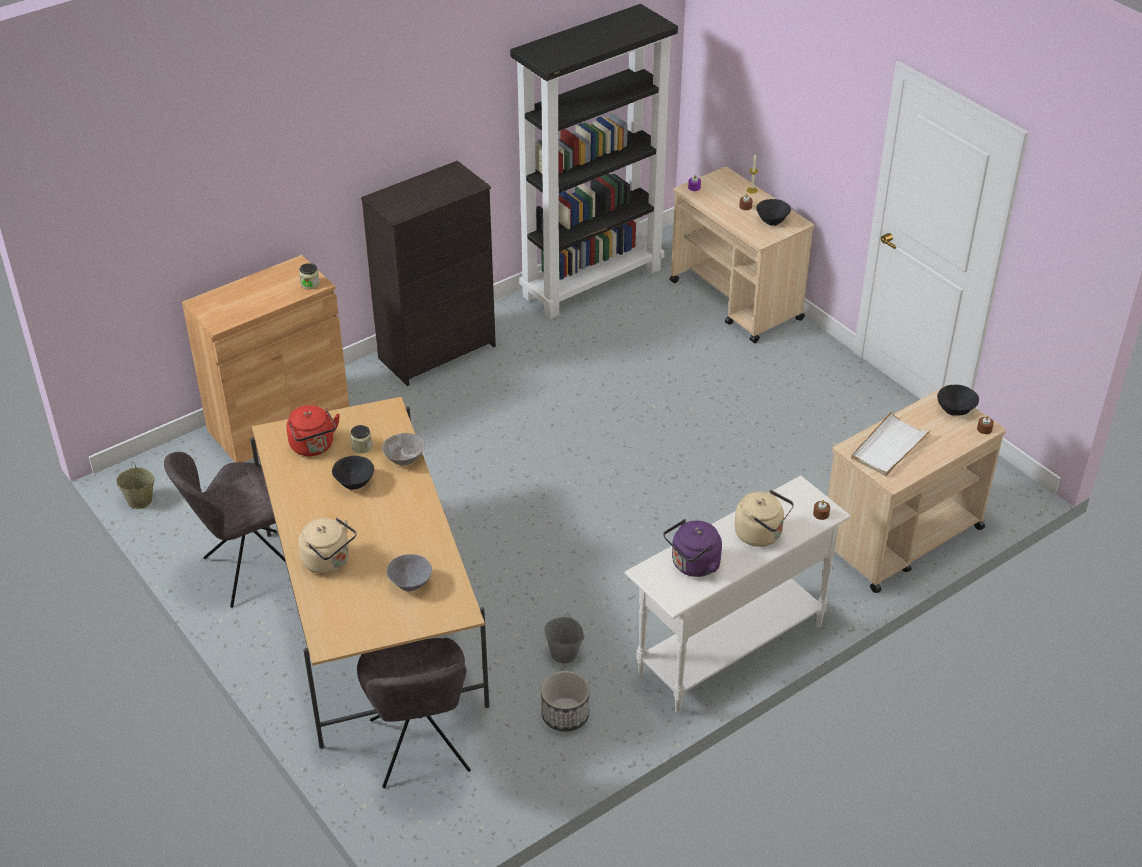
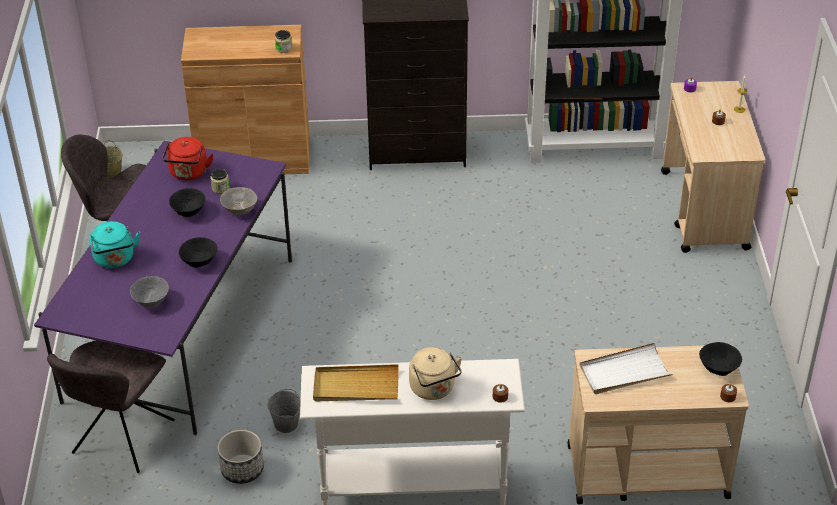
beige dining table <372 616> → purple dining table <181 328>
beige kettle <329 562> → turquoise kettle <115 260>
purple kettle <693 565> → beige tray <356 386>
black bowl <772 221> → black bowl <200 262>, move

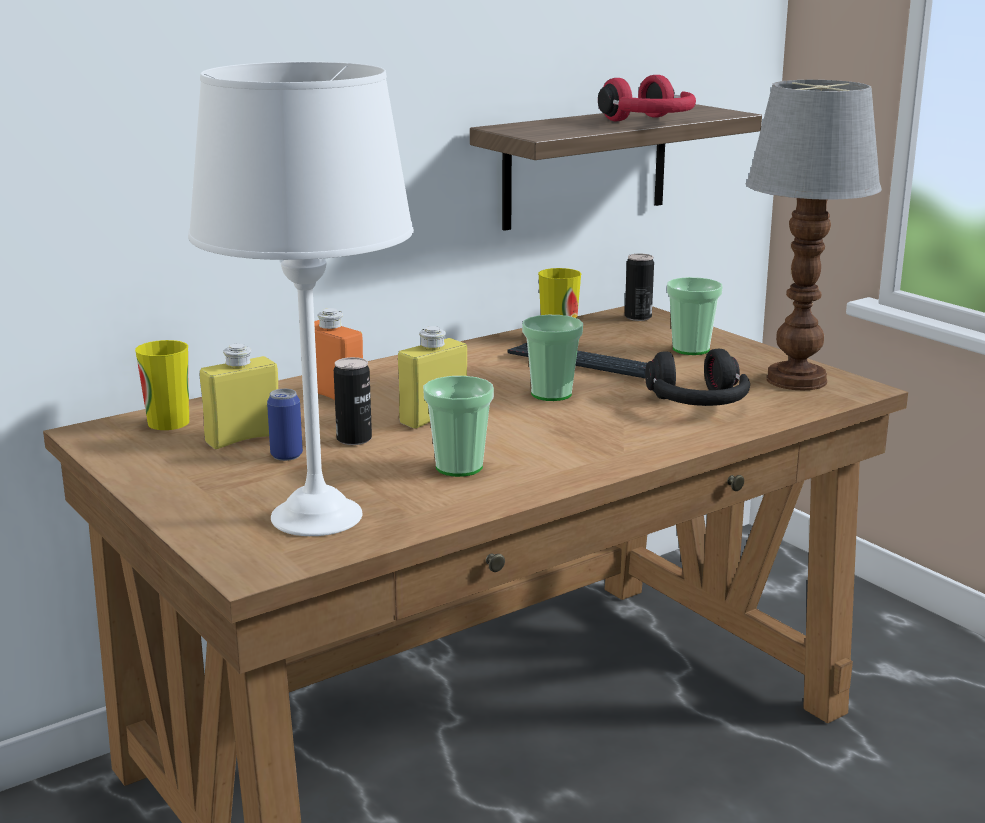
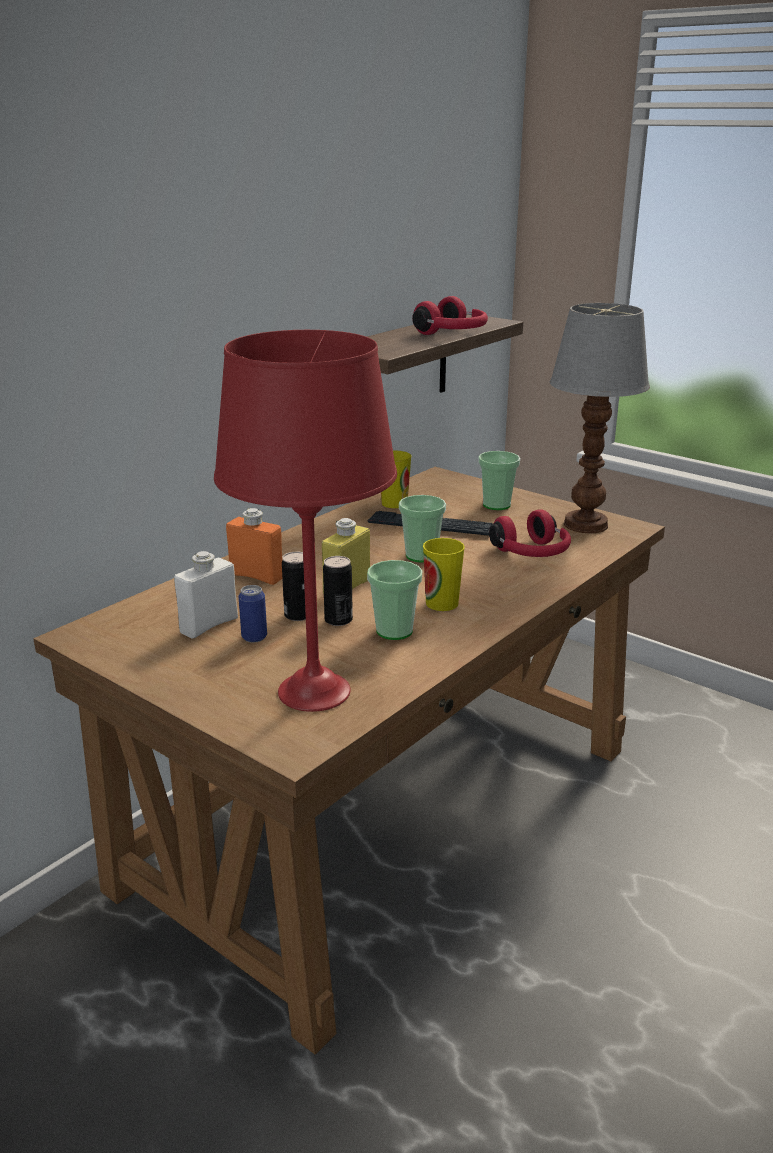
cup <168 422> → cup <442 603>, move
white table lamp <318 516> → red table lamp <315 691>
yellow bottle <243 438> → white bottle <209 625>
can <638 317> → can <338 620>, move
black headphones <698 405> → red headphones <532 553>

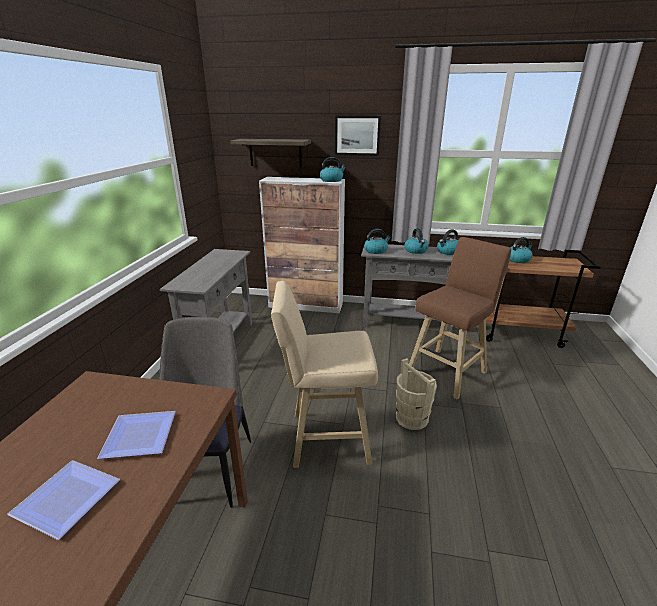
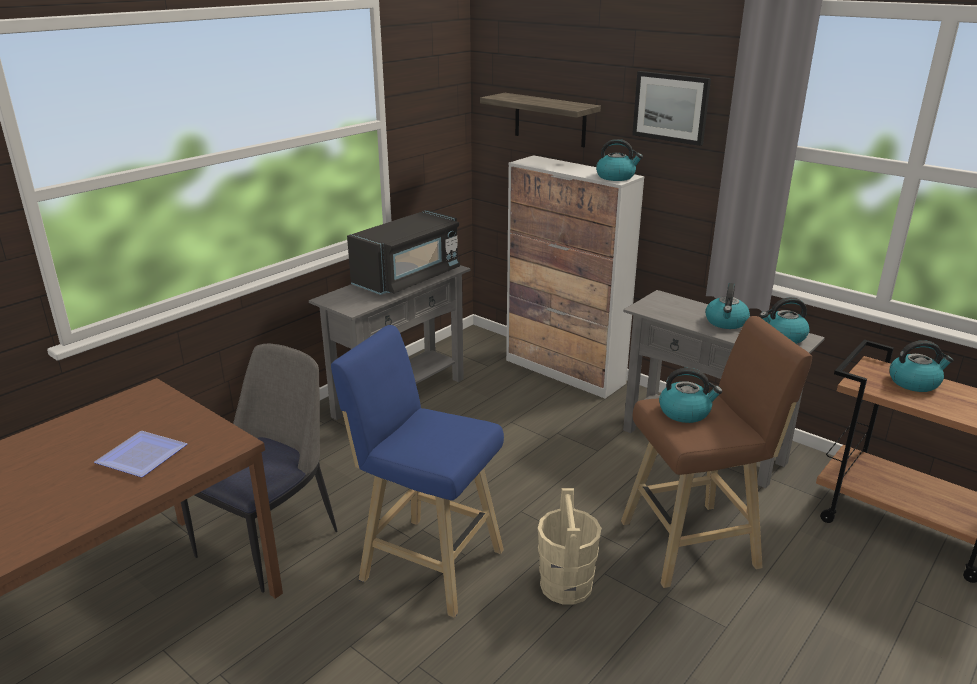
plate <68 496> → -
beige stool <325 438> → blue stool <426 562>
kettle <376 250> → kettle <685 412>, move
- → black microwave <408 278>

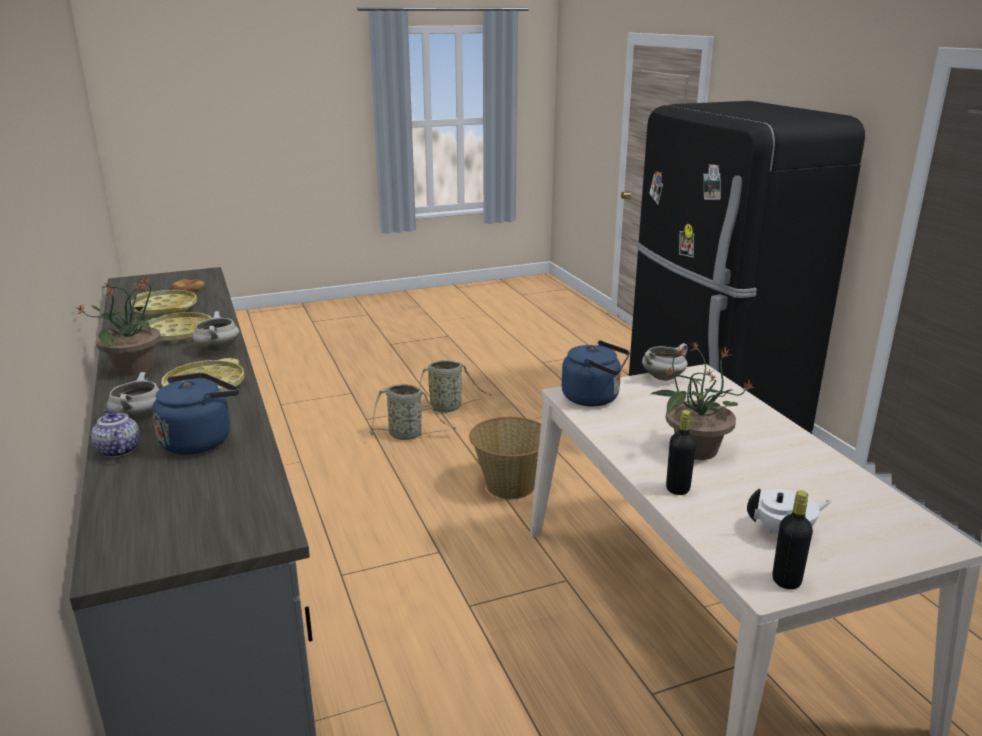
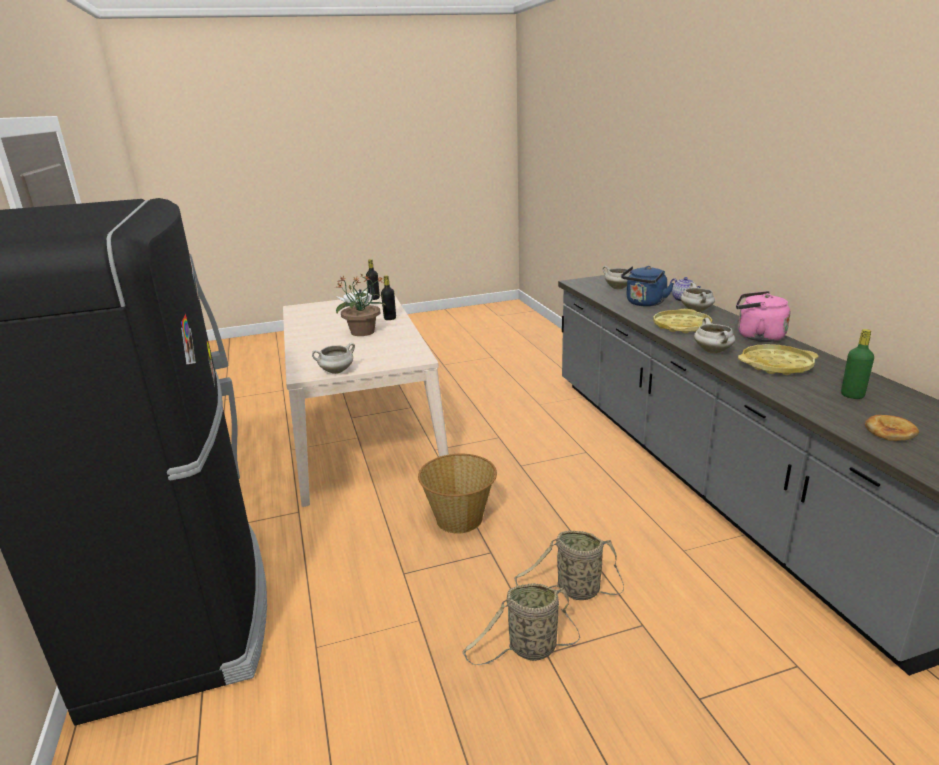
potted plant <135 368> → pink kettle <757 336>
yellow tray <165 308> → green bottle <852 395>
blue kettle <594 398> → -
- → white cooking pot <618 288>

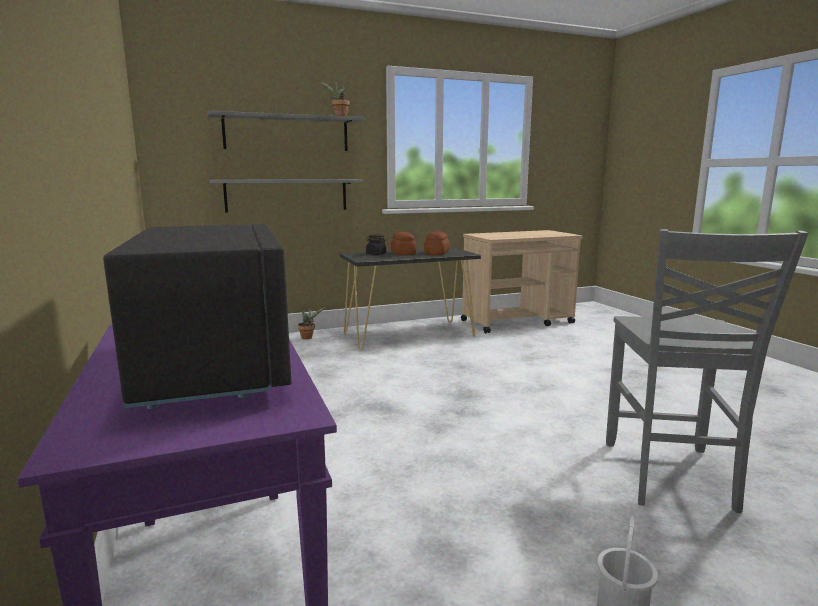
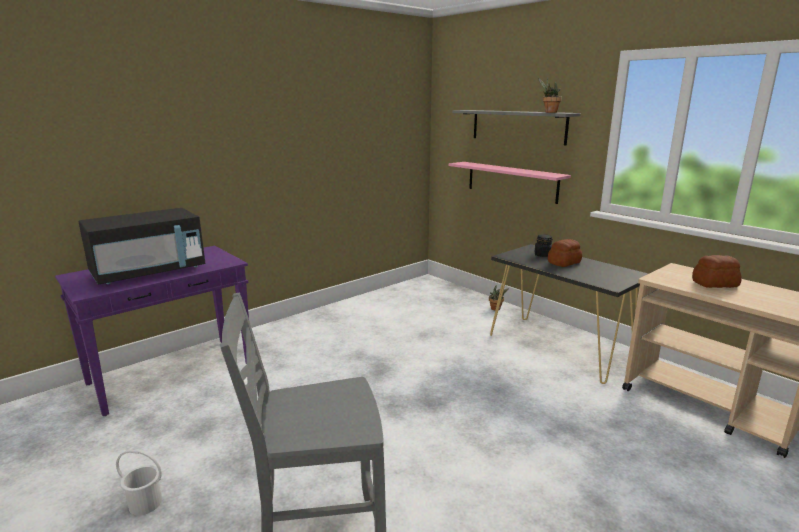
grey shelf <287 195> → pink shelf <511 181>
bread <436 253> → bread <714 284>, move

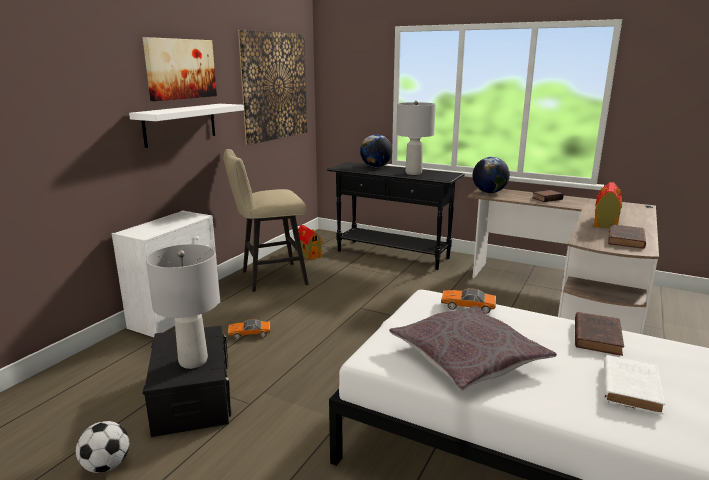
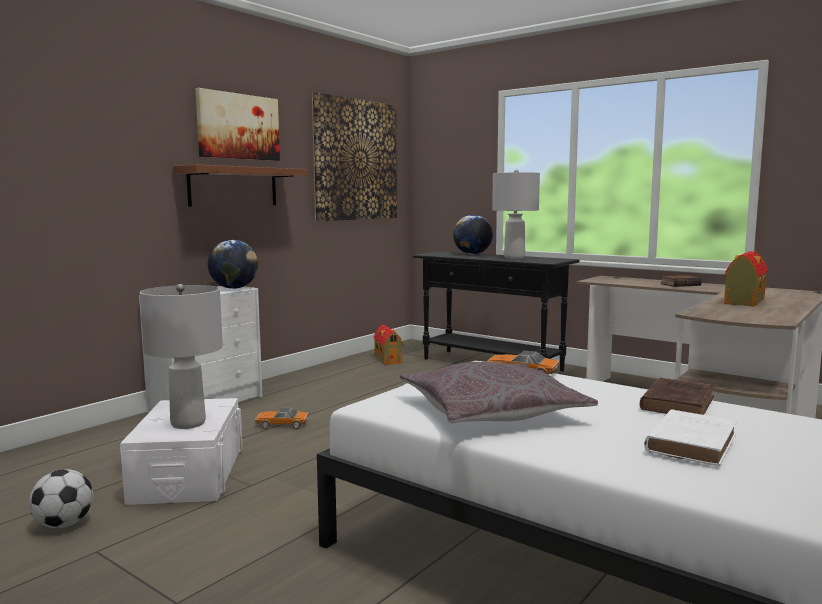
white shelf <180 124> → brown shelf <233 187>
black storage box <191 396> → white storage box <188 474>
beige stool <269 278> → -
globe <489 192> → globe <234 288>, move
brown book <626 240> → -

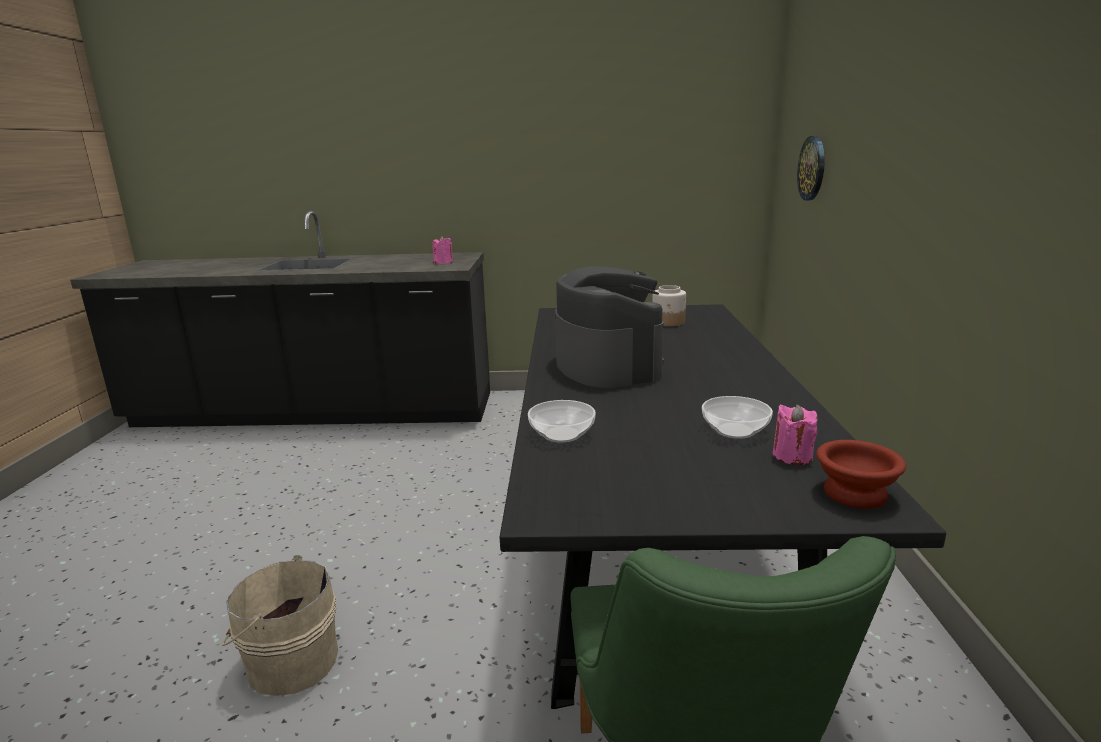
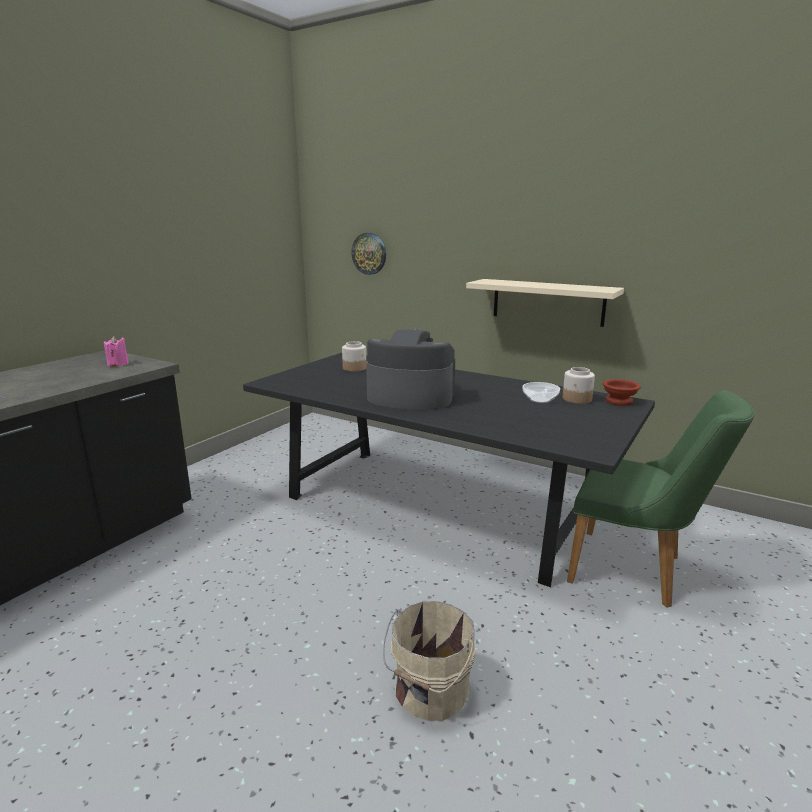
bowl <563 435> → -
pink candle <792 456> → jar <577 399>
- → beige shelf <547 302>

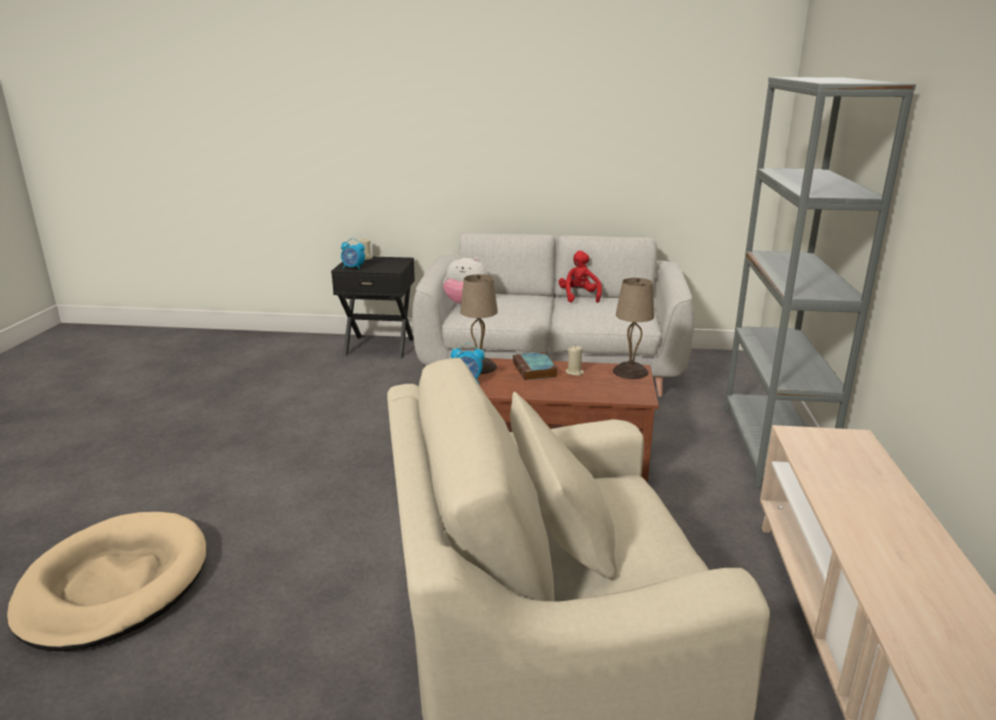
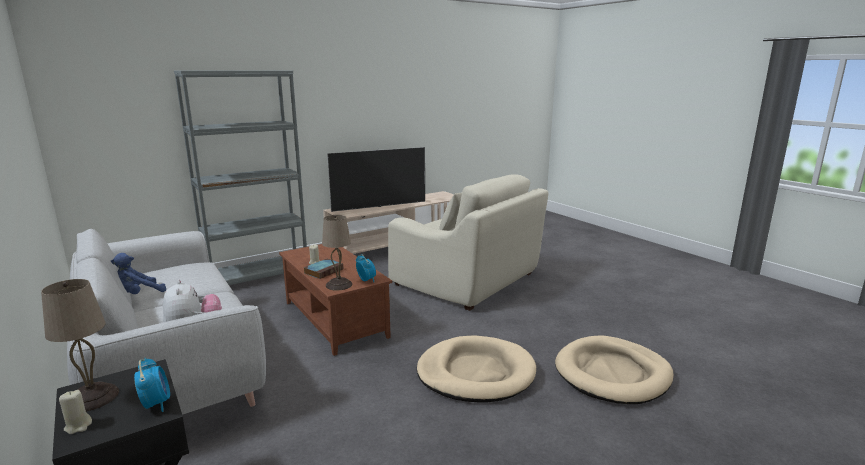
red plush toy <579 297> → blue plush toy <138 295>
beige table lamp <630 372> → beige table lamp <94 397>, move
- → television <379 206>
- → beige dog bed <475 373>

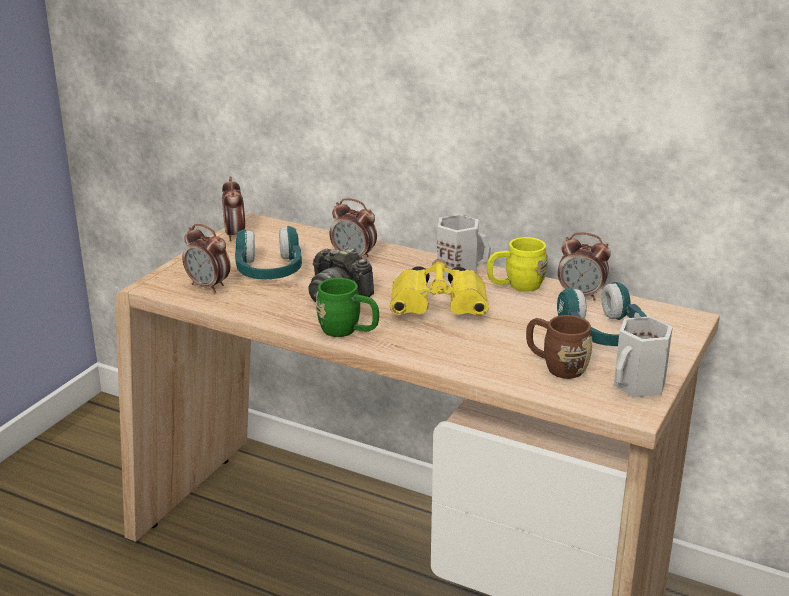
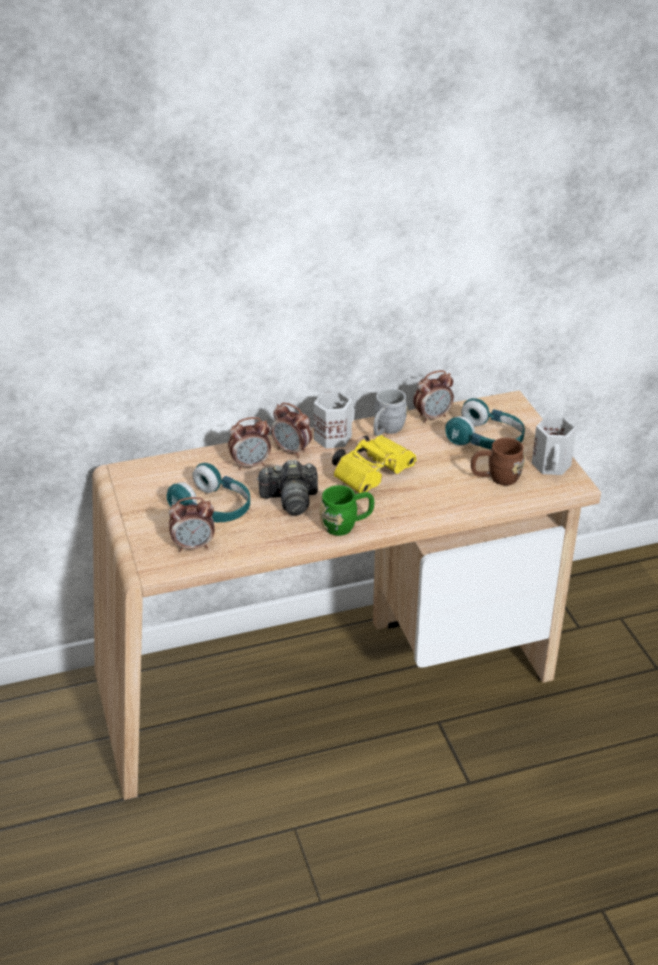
alarm clock <235 235> → alarm clock <292 451>, move
yellow mug <516 286> → grey mug <386 430>

